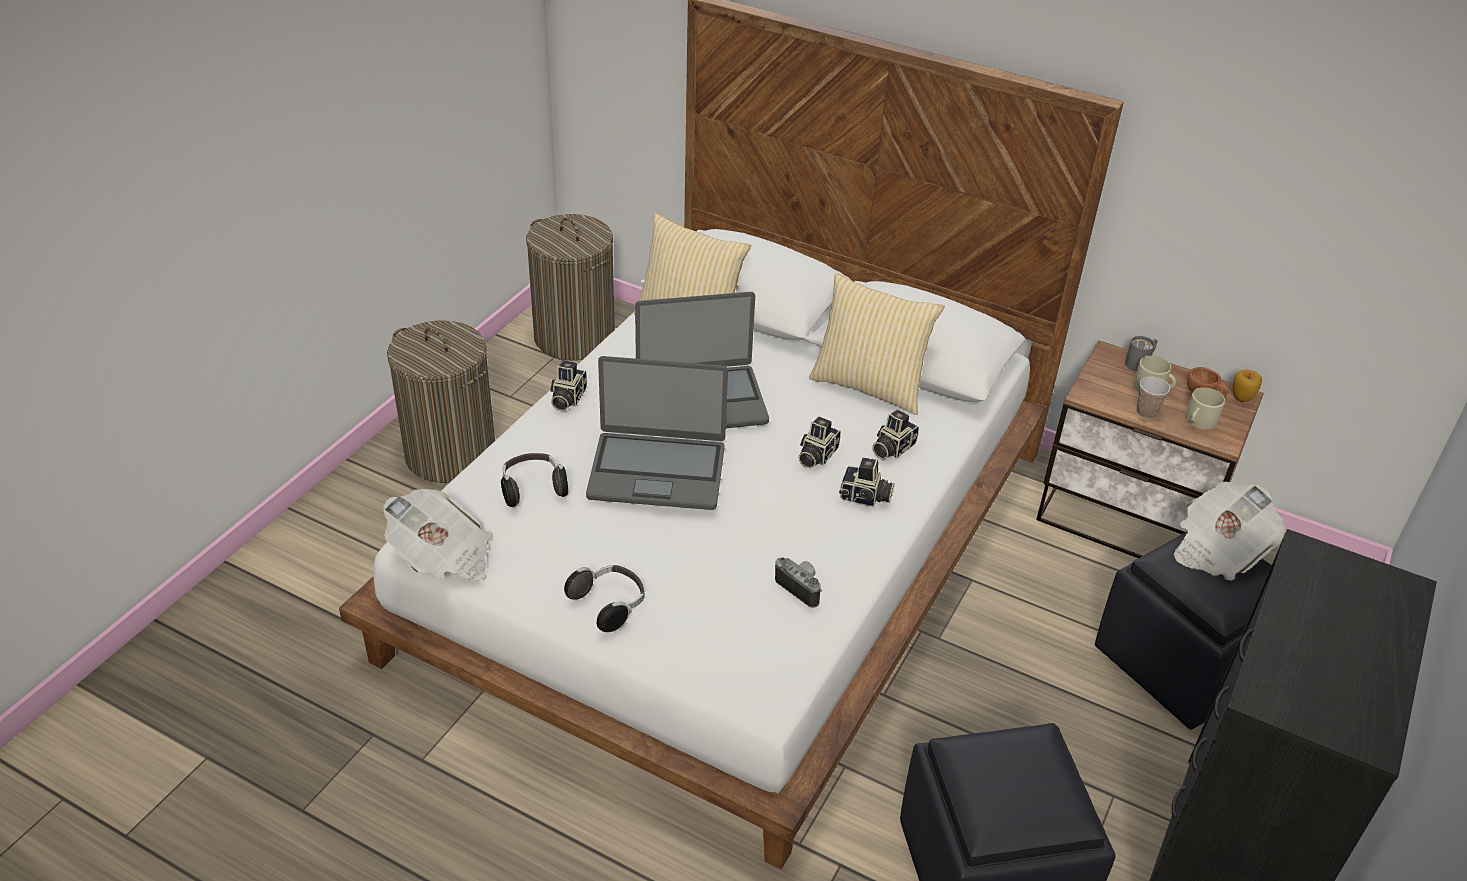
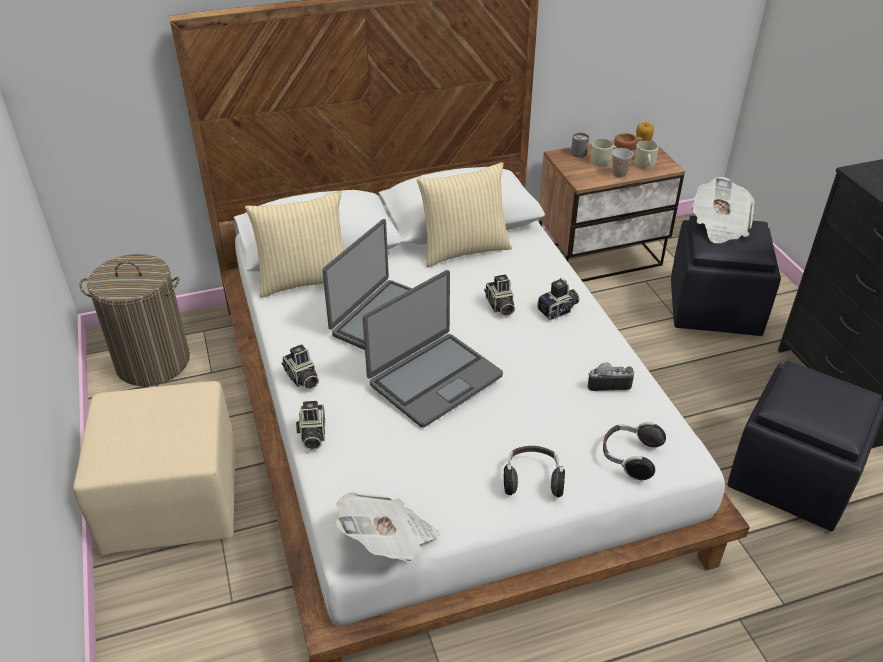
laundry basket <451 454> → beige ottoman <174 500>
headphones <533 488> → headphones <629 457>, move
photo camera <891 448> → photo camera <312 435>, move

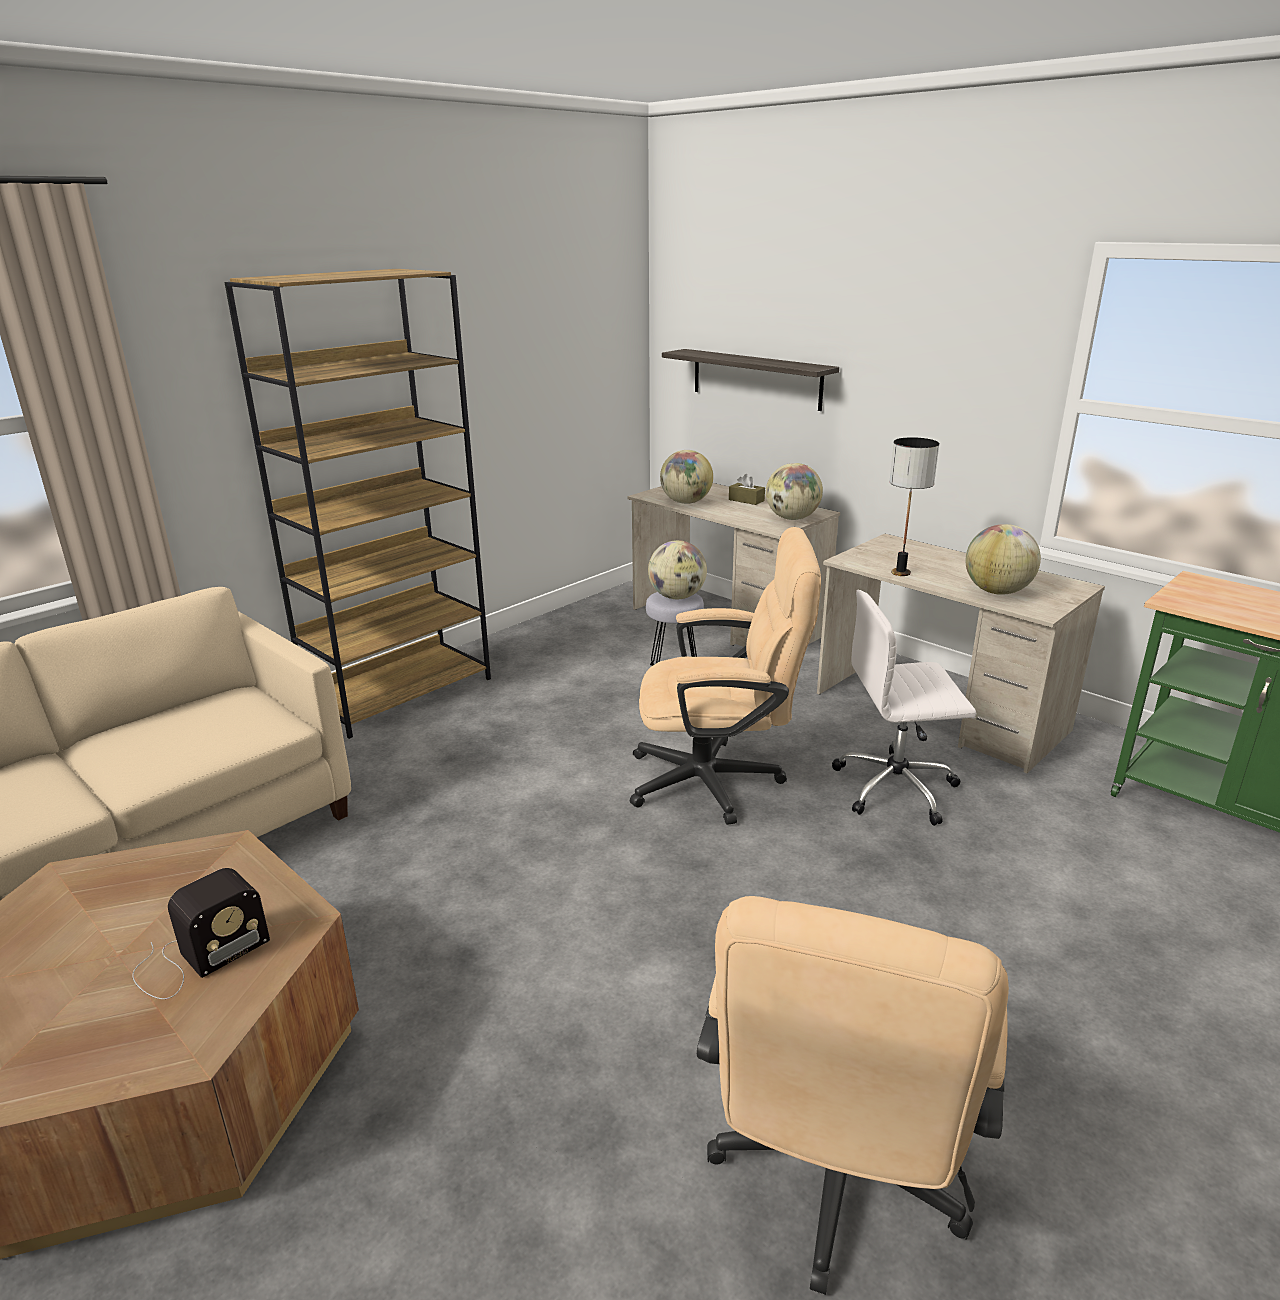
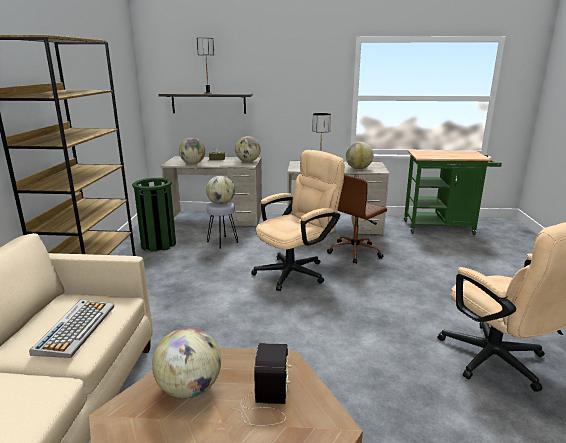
white office chair <897 788> → brown office chair <355 252>
- → keyboard <75 328>
- → green trash can <158 244>
- → globe <190 389>
- → table lamp <208 93>

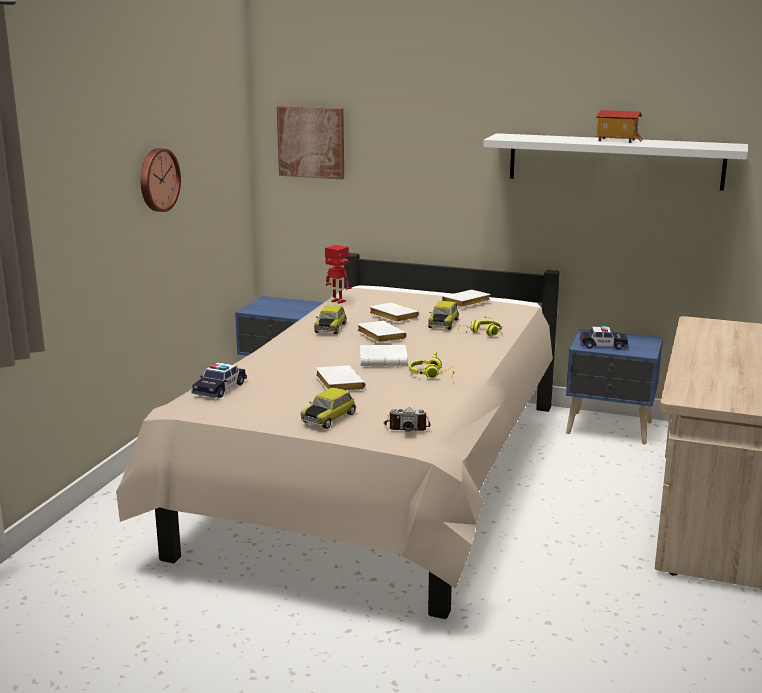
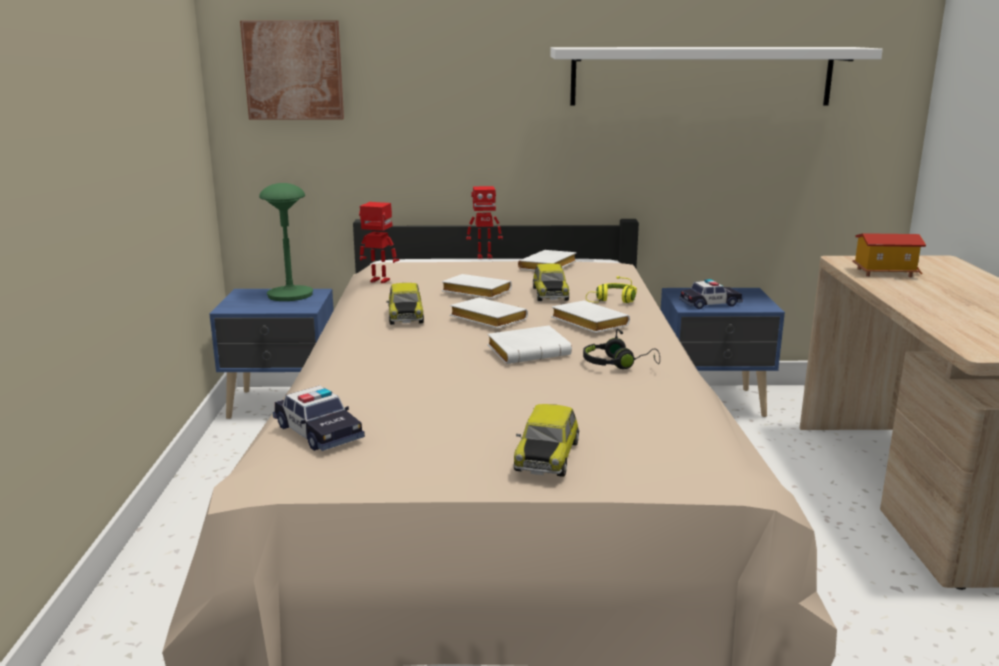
wall clock <157 180> → -
toy car <220 388> → toy car <318 432>, 45 degrees counterclockwise
white book <337 384> → white book <586 323>, move
photo camera <406 427> → -
yellow headphones <431 375> → black headphones <618 364>
toy house <617 140> → toy house <884 272>, move
- → green table lamp <290 295>
- → toy robot <484 256>

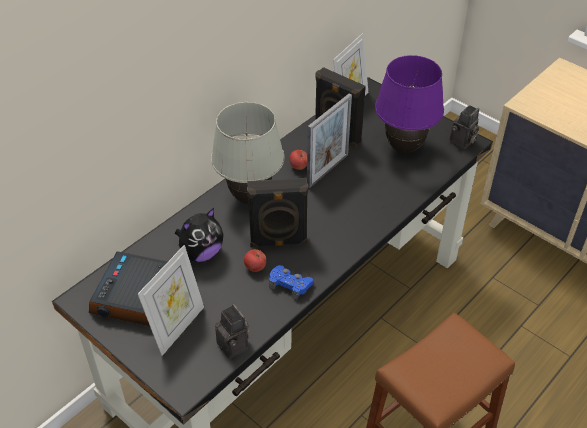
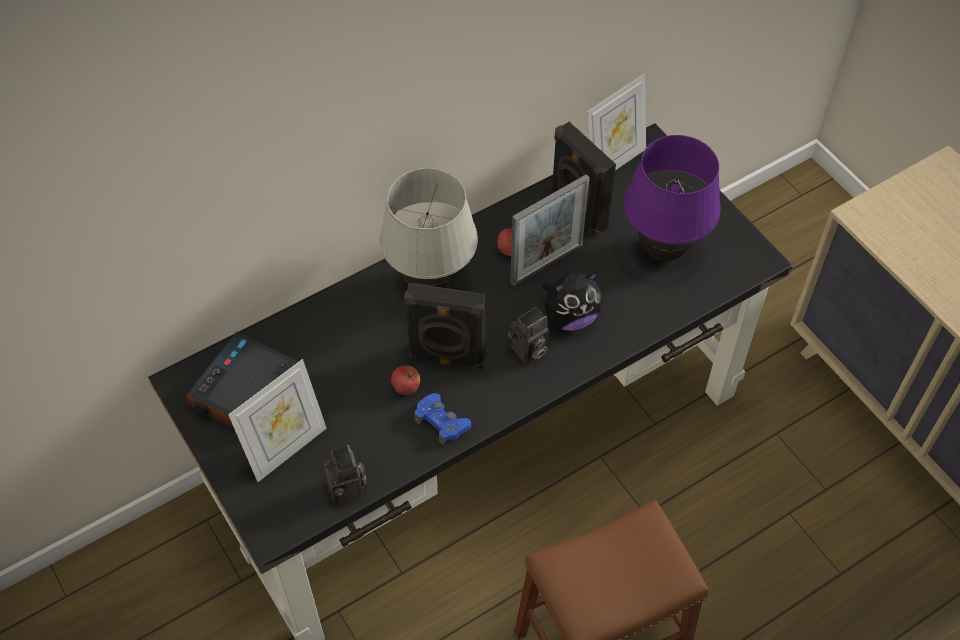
plush toy <201 253> → plush toy <570 317>, move
photo camera <462 142> → photo camera <528 351>, move

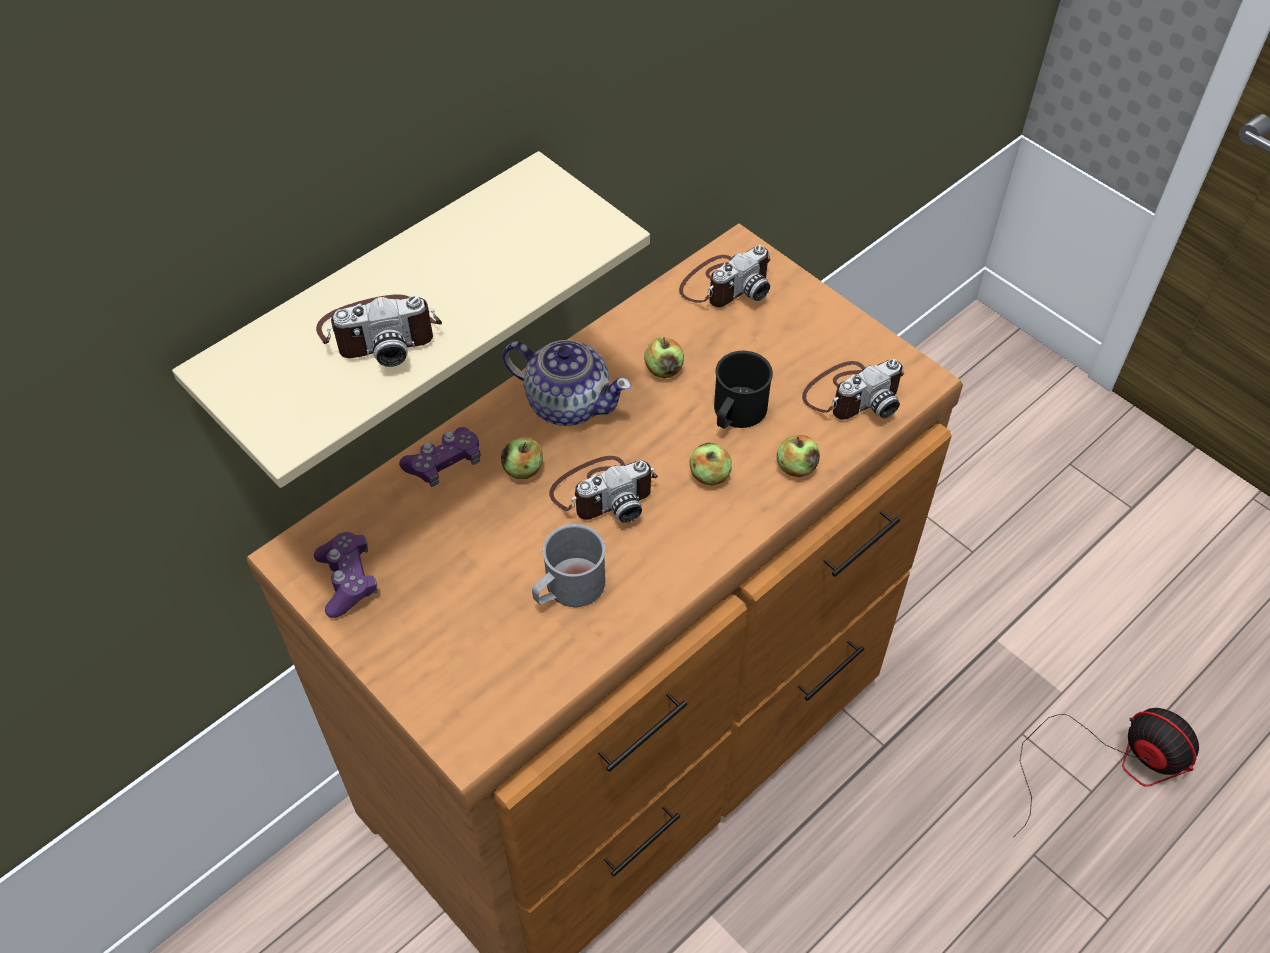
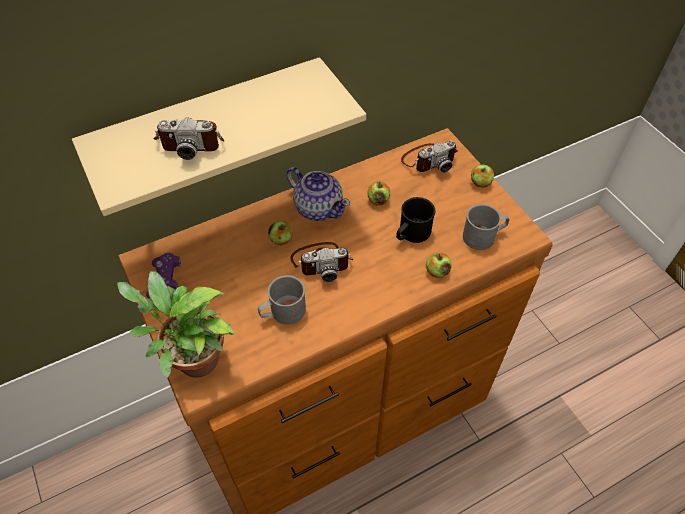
purple game controller <444 464> → -
apple <709 476> → apple <480 183>, move
photo camera <852 394> → grey mug <483 236>
fan <1110 762> → -
- → potted plant <192 360>

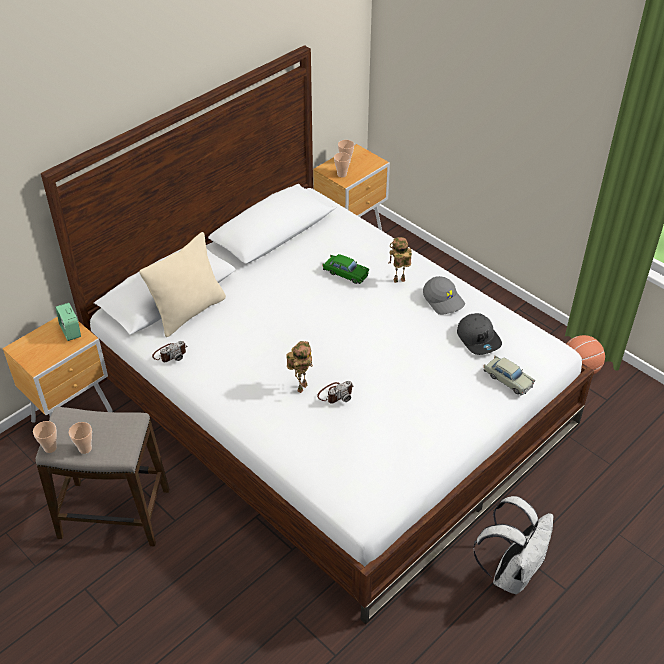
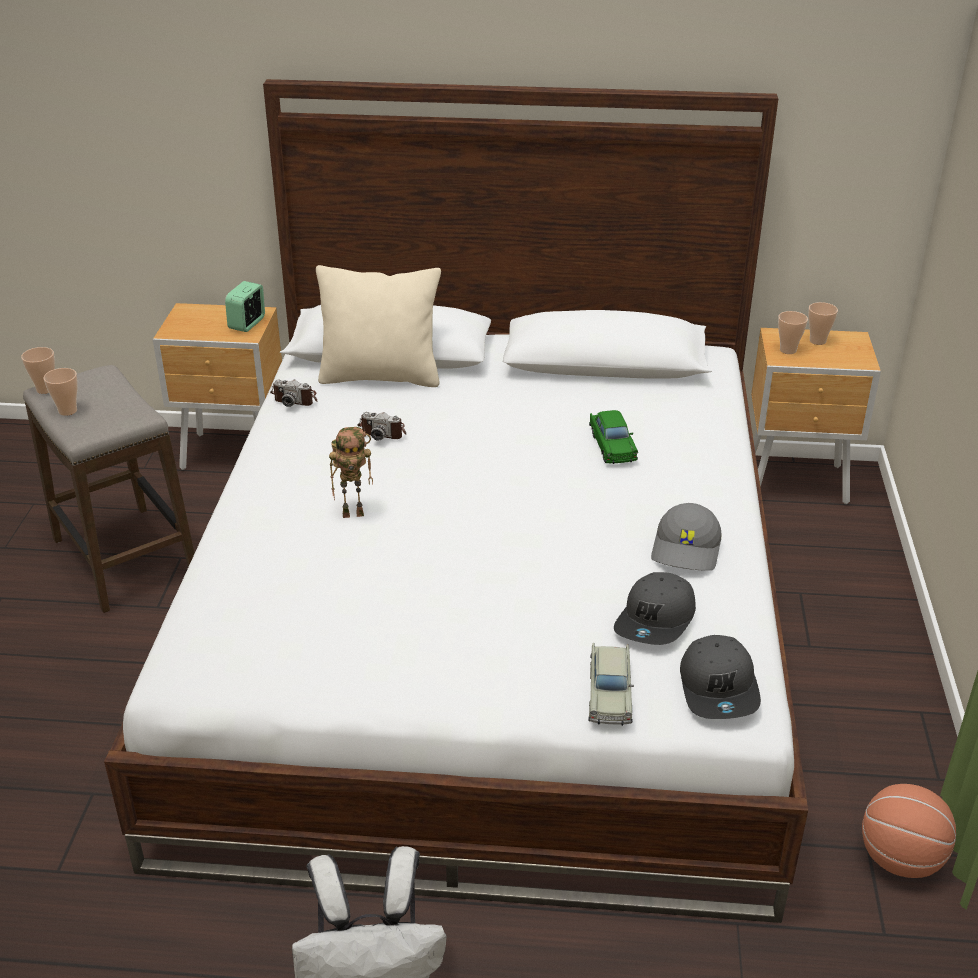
photo camera <335 394> → photo camera <383 431>, move
toy robot <398 281> → -
- → grey cap <719 688>

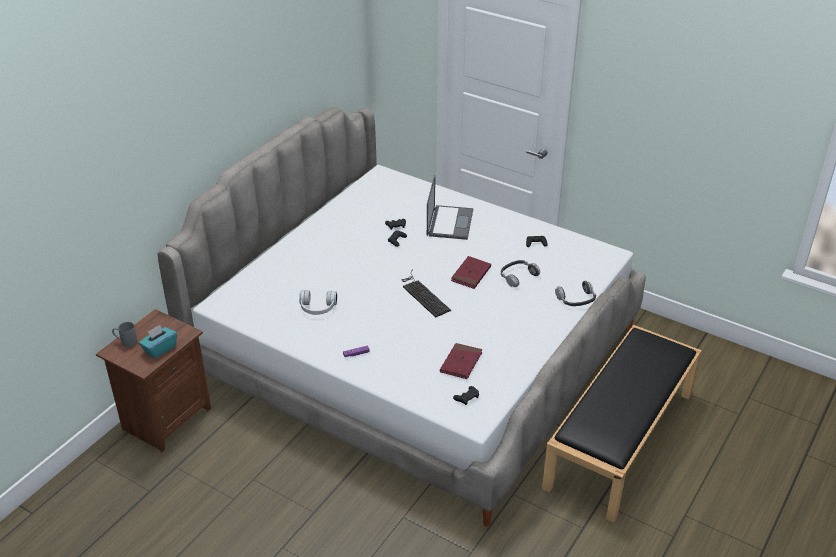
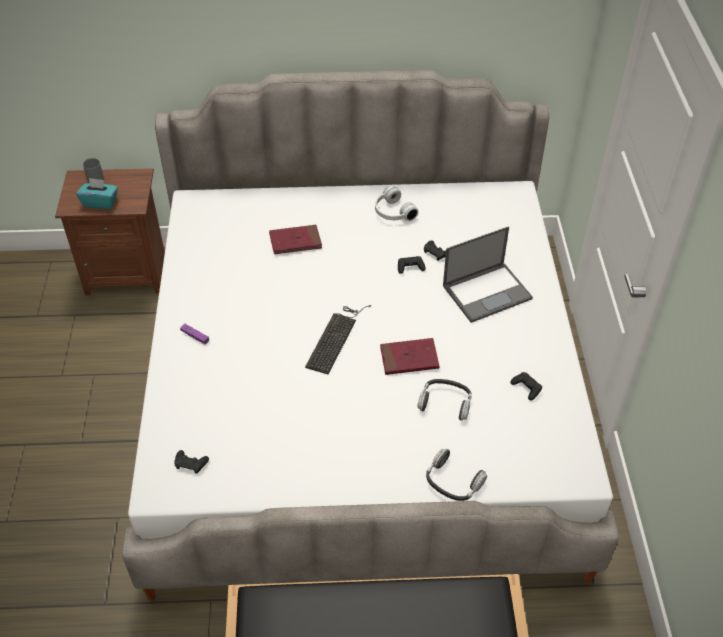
white headphones <317 308> → white headphones <392 212>, move
red book <461 363> → red book <295 241>, move

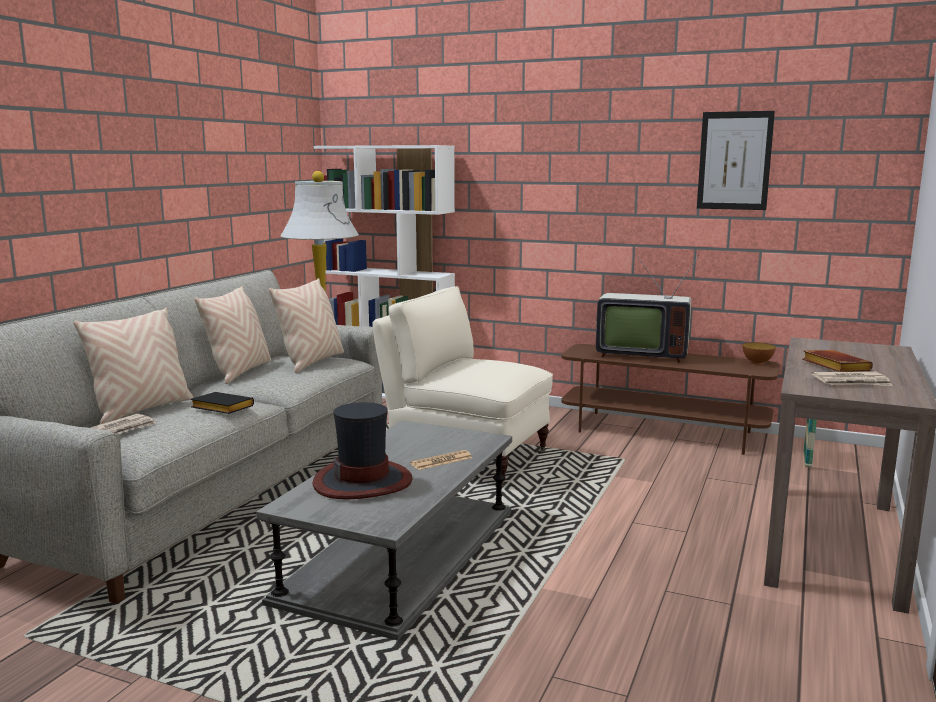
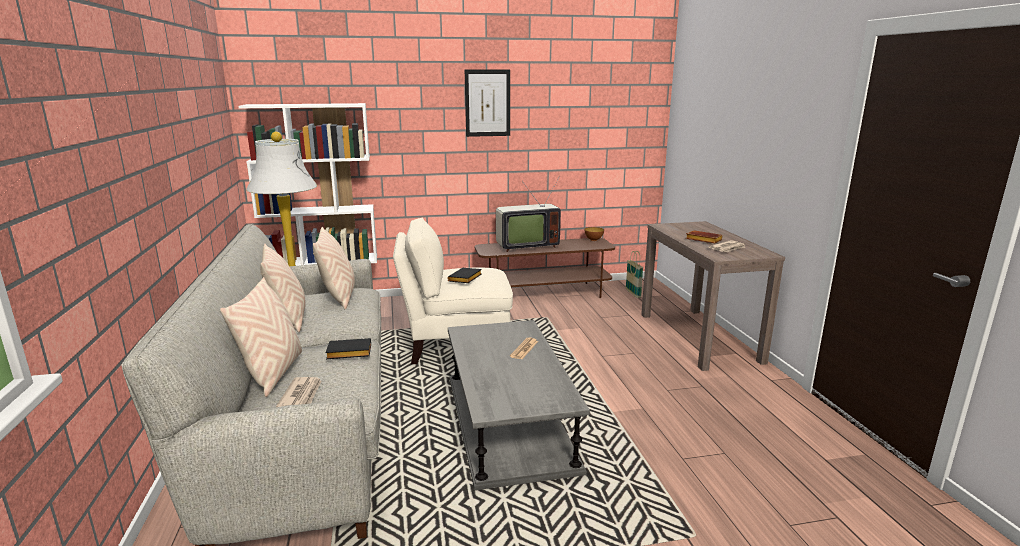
hat <363 481> → -
picture <734 161> → picture <487 103>, move
- → black book <465 279>

